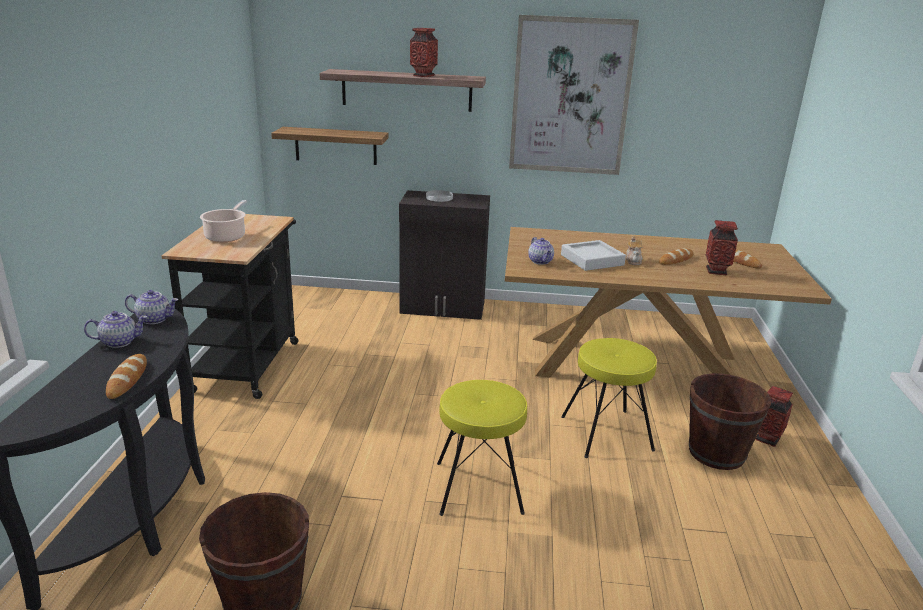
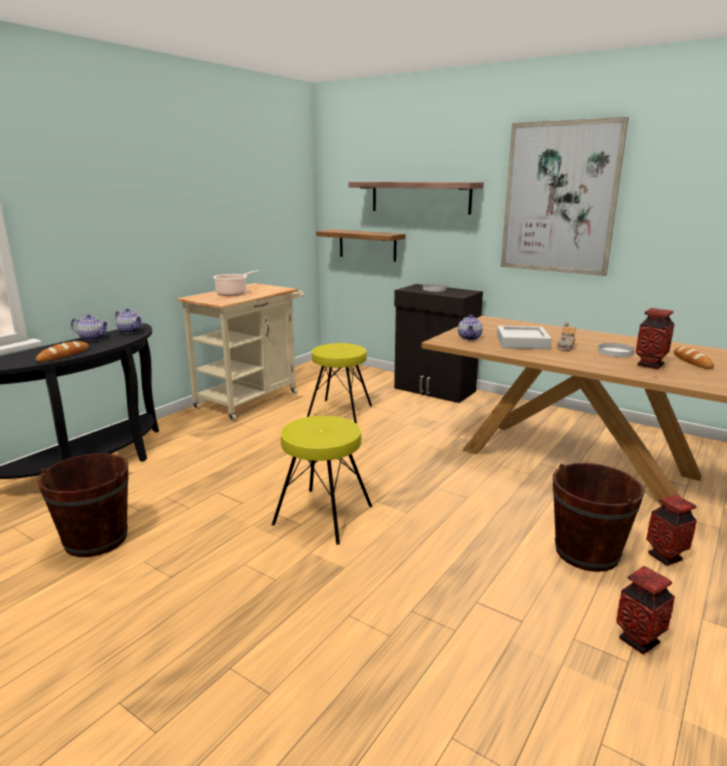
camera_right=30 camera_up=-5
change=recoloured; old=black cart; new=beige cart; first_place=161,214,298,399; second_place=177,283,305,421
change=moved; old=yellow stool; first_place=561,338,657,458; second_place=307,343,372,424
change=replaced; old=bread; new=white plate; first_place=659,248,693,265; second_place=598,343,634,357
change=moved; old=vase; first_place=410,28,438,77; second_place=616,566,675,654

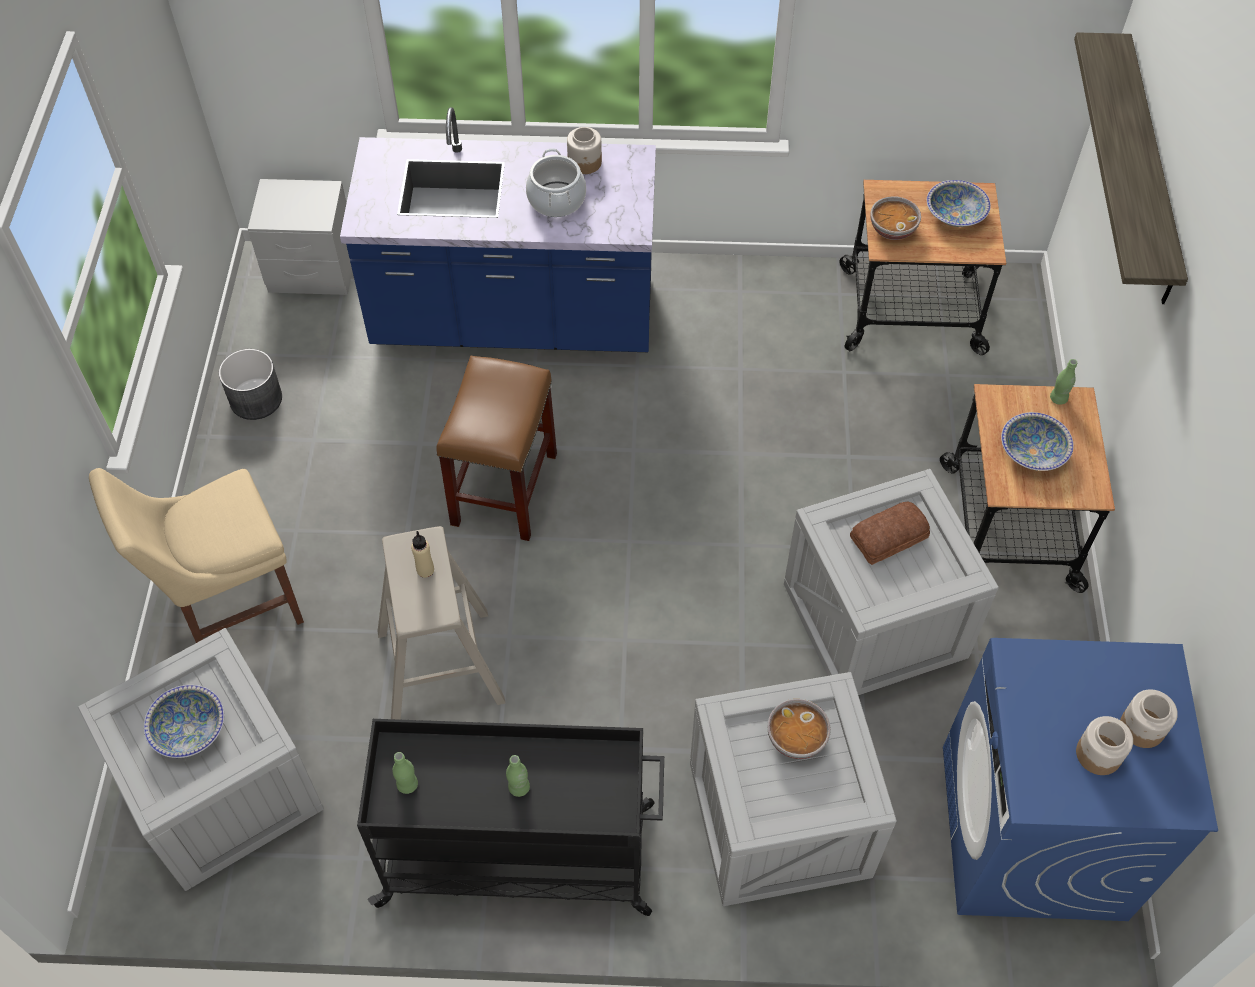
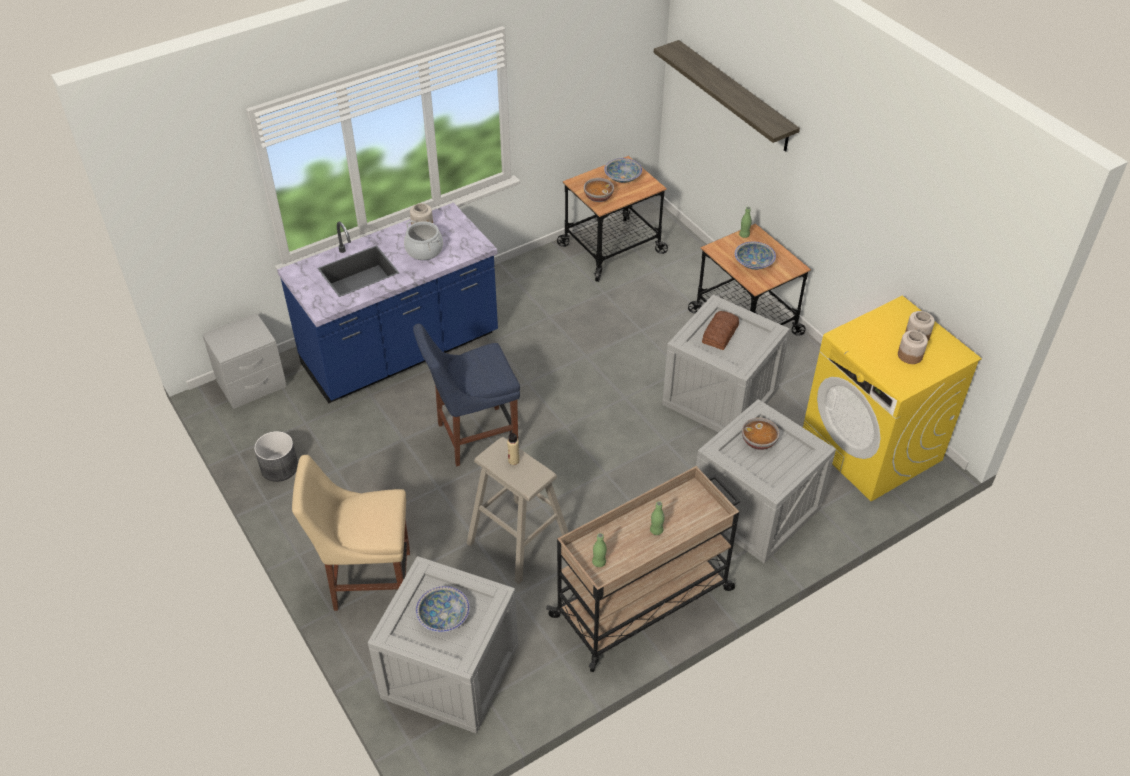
camera_right=-35 camera_up=-10
change=turned; old=beige chair; first_place=89,468,304,643; second_place=292,455,410,611; degrees=60
change=replaced; old=brown stool; new=blue chair; first_place=436,356,557,541; second_place=413,324,520,466
change=recoloured; old=black cart; new=beige cart; first_place=357,719,664,916; second_place=546,466,740,672
change=recoloured; old=blue washing machine; new=yellow washing machine; first_place=943,638,1218,921; second_place=803,295,982,501

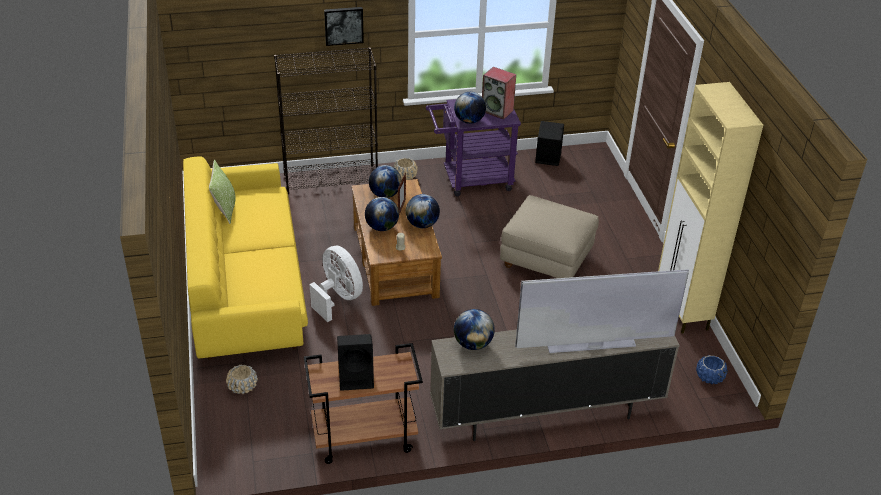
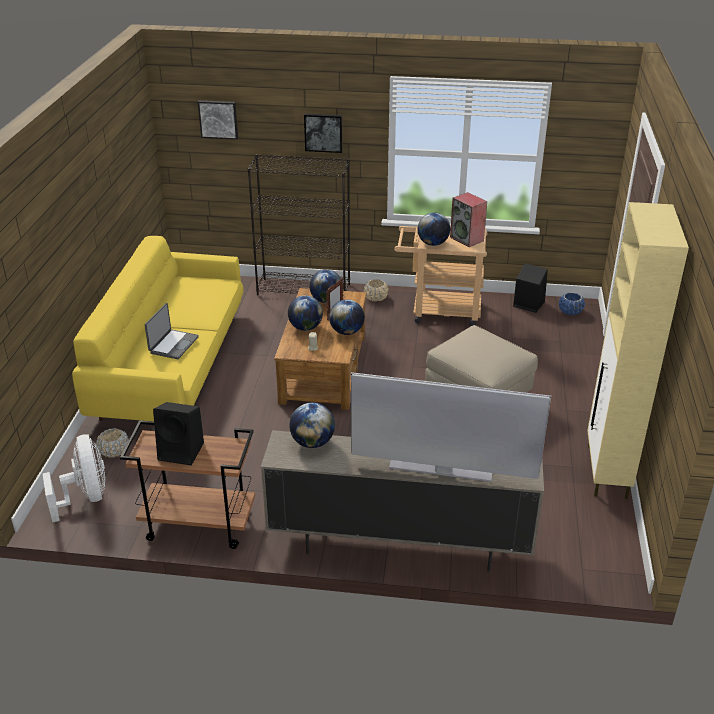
camera_right=20 camera_up=-5
change=moved; old=white fan; first_place=309,246,363,322; second_place=43,434,105,522
change=added; new=laptop; second_place=145,303,199,359
change=added; new=picture; second_place=198,100,238,140
change=recoloured; old=purple cart; new=beige cart; first_place=426,99,521,197; second_place=395,225,487,326
change=moved; old=blue planter; first_place=696,355,728,384; second_place=559,292,585,315
change=removed; old=pillow; first_place=209,160,235,224

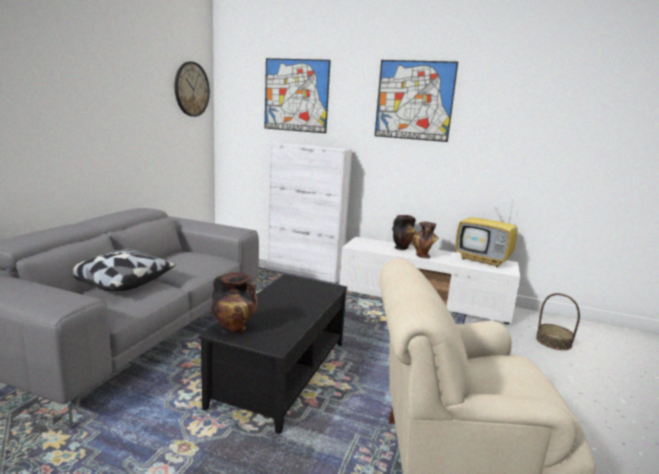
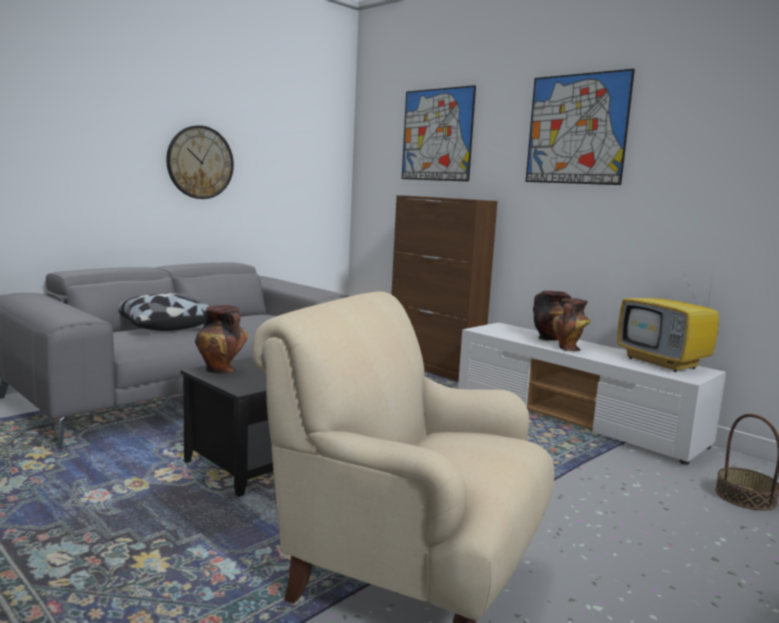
camera_right=25 camera_up=-5
change=moved; old=wall clock; first_place=175,62,210,117; second_place=166,125,234,199
change=recoloured; old=white cabinet; new=brown cabinet; first_place=267,143,352,283; second_place=391,195,498,382

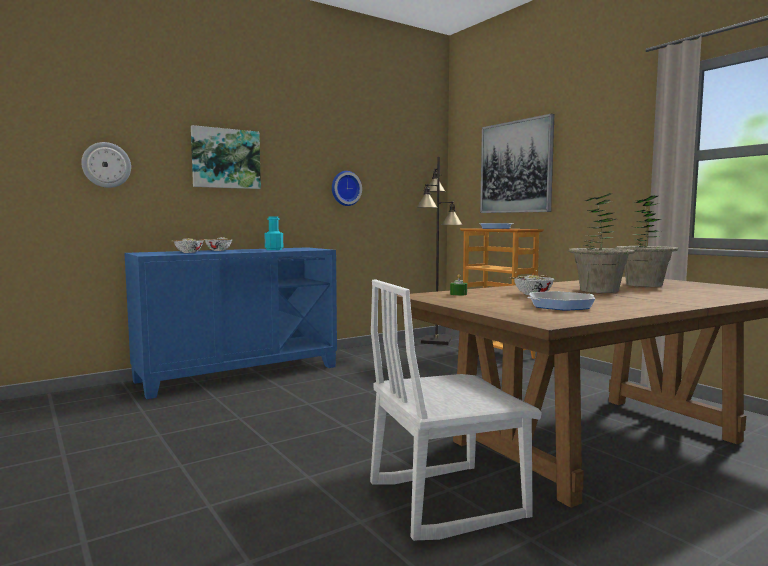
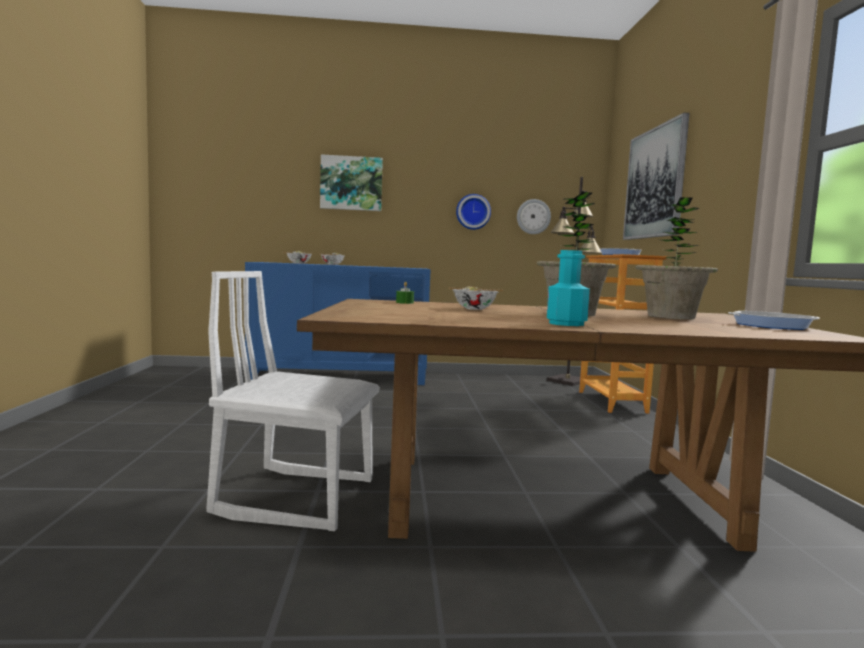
camera_right=30 camera_up=0
change=moved; old=wall clock; first_place=81,142,131,188; second_place=517,199,551,234
change=moved; old=turquoise bottle; first_place=264,216,283,250; second_place=547,250,590,326
change=moved; old=frying pan; first_place=527,291,595,311; second_place=728,311,820,330

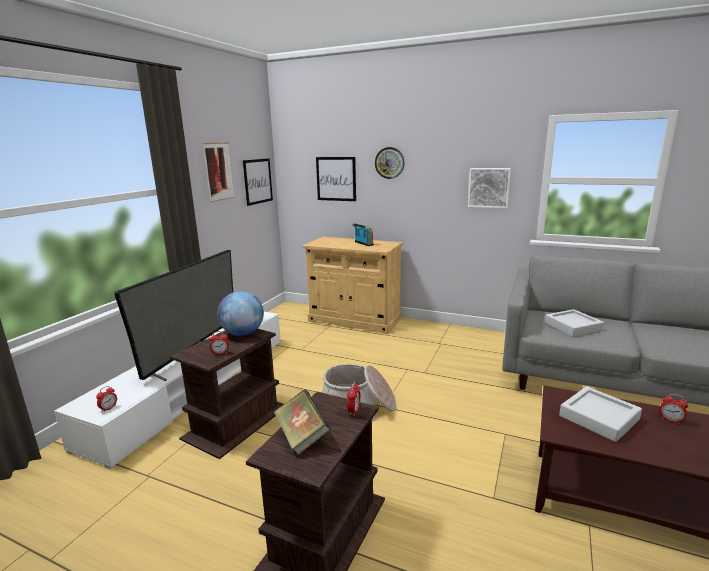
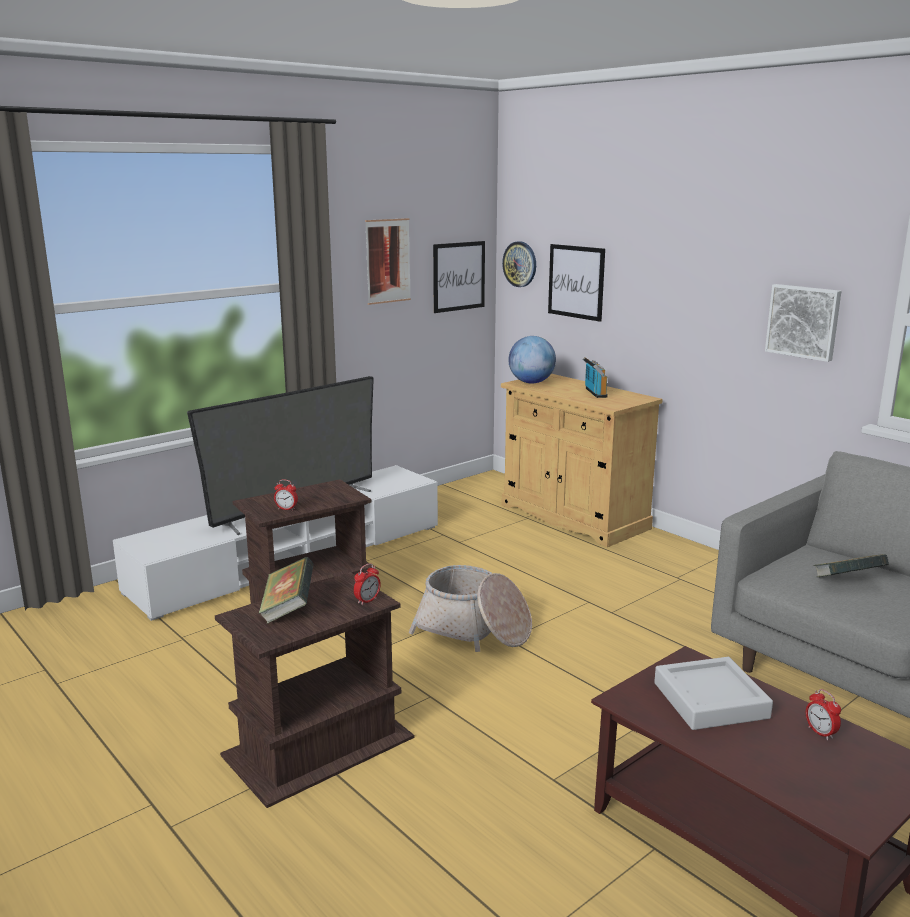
camera_right=25 camera_up=0
change=moved; old=wall clock; first_place=375,147,404,179; second_place=502,241,536,287
change=moved; old=globe; first_place=218,291,264,336; second_place=508,336,556,384
change=replaced; old=grey tray; new=book; first_place=545,309,604,337; second_place=813,554,889,577
change=removed; old=alarm clock; first_place=96,386,117,412

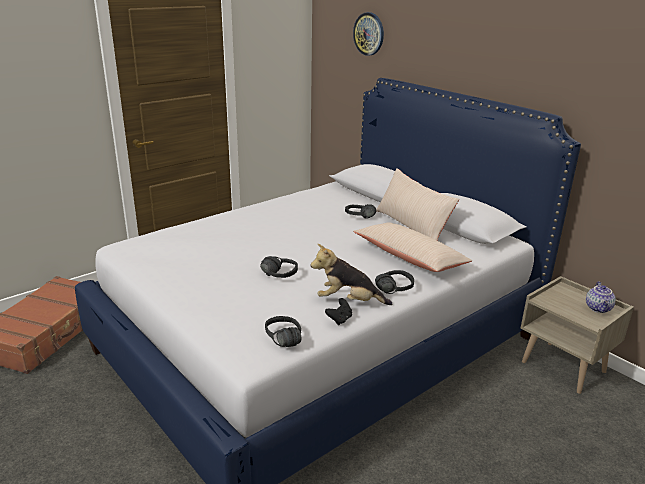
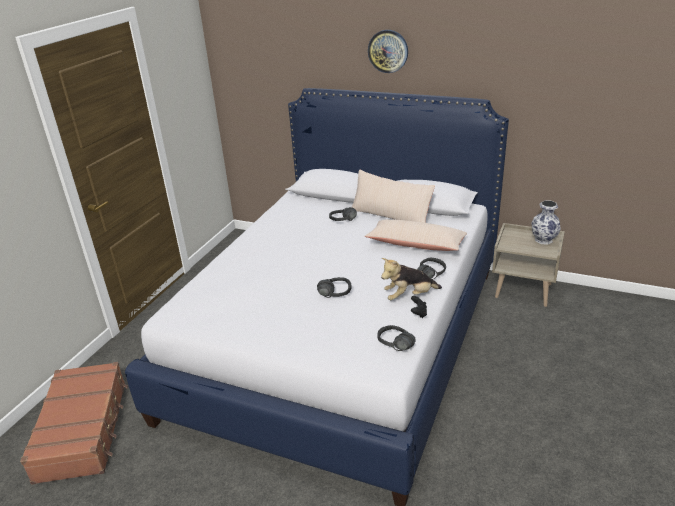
camera_right=-25 camera_up=5
change=moved; old=wall clock; first_place=353,12,384,56; second_place=368,30,408,73
change=replaced; old=teapot; new=vase; first_place=586,281,616,313; second_place=531,200,561,244

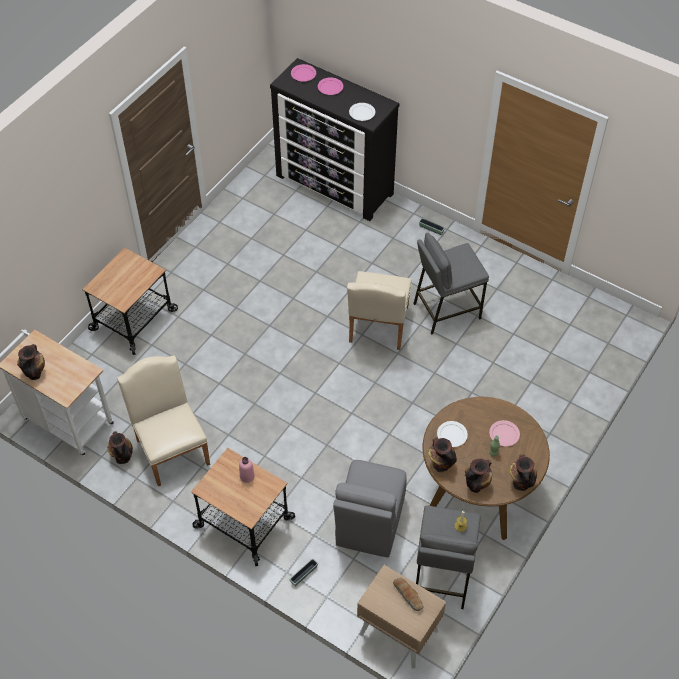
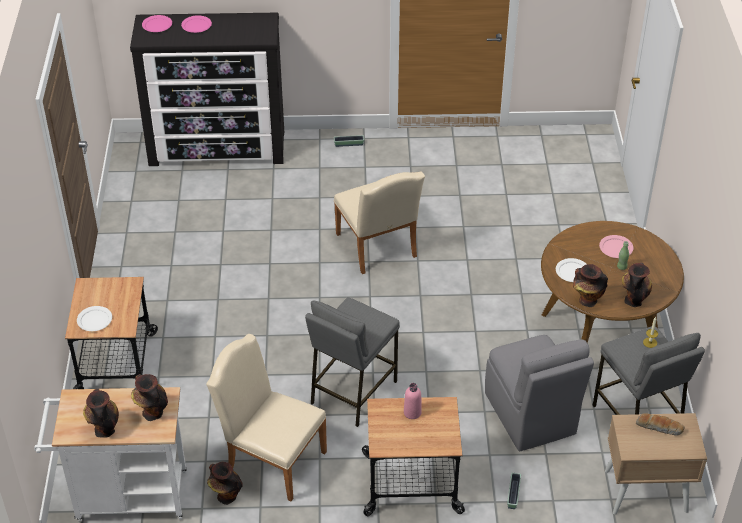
camera_right=-35 camera_up=-10
change=moved; old=white plate; first_place=349,103,375,121; second_place=77,306,112,331
change=moved; old=vase; first_place=510,454,537,491; second_place=131,374,168,421
change=moved; old=grey stool; first_place=413,232,489,335; second_place=305,297,400,427

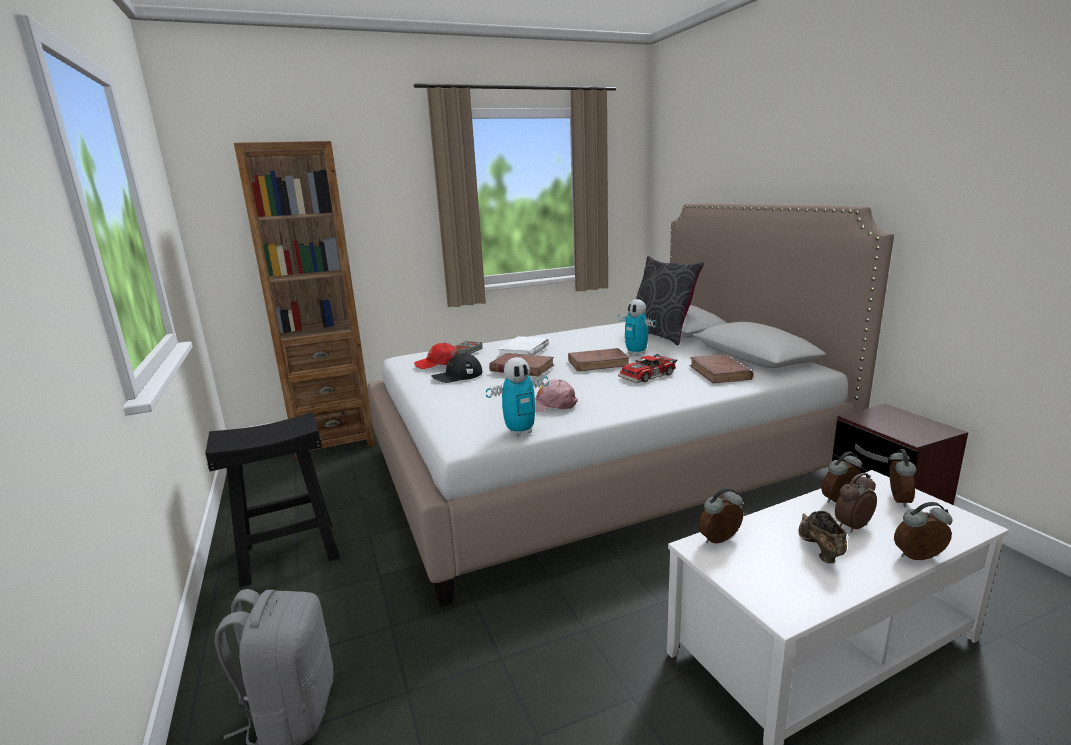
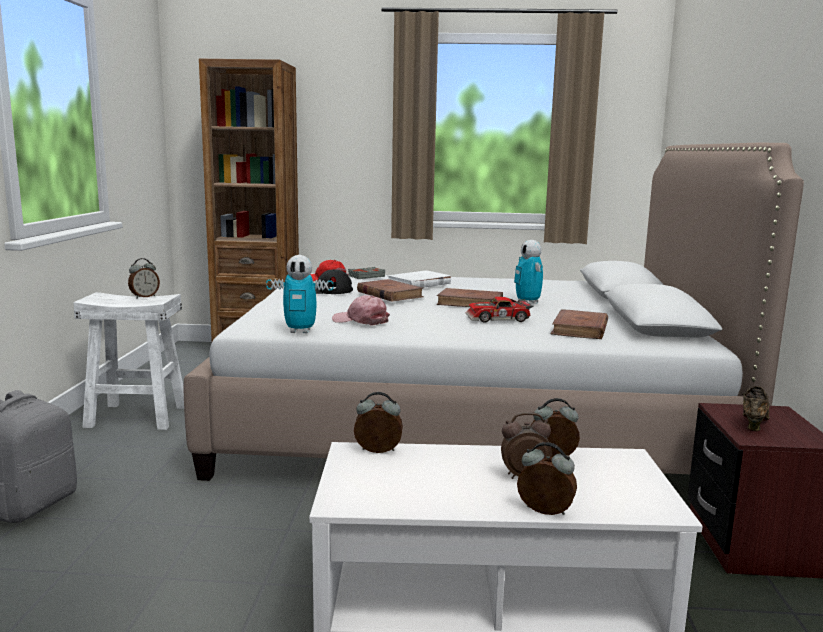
camera_right=25 camera_up=-5
change=recoloured; old=black stool; new=white stool; first_place=205,412,340,588; second_place=73,292,184,430
change=moved; old=alarm clock; first_place=889,449,916,507; second_place=128,258,160,298
change=moved; old=brown shoe; first_place=798,511,847,563; second_place=742,386,770,431
change=removed; old=grey pillow; first_place=636,256,704,345

